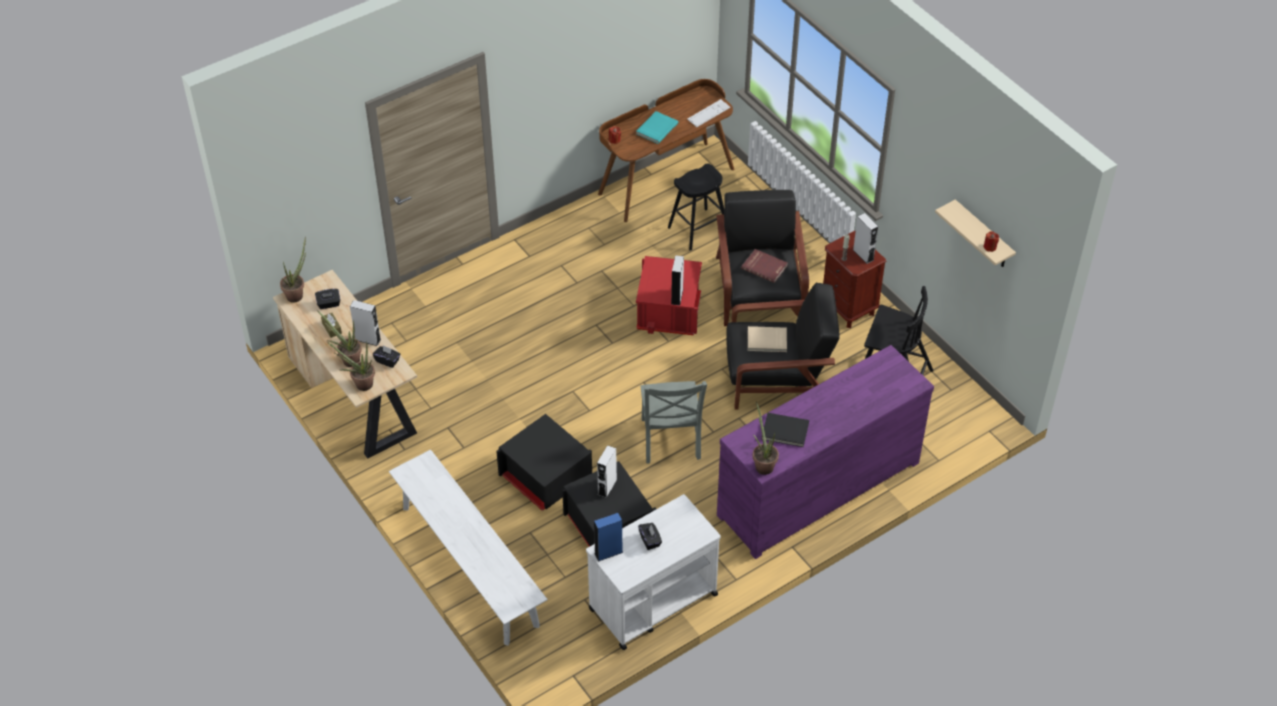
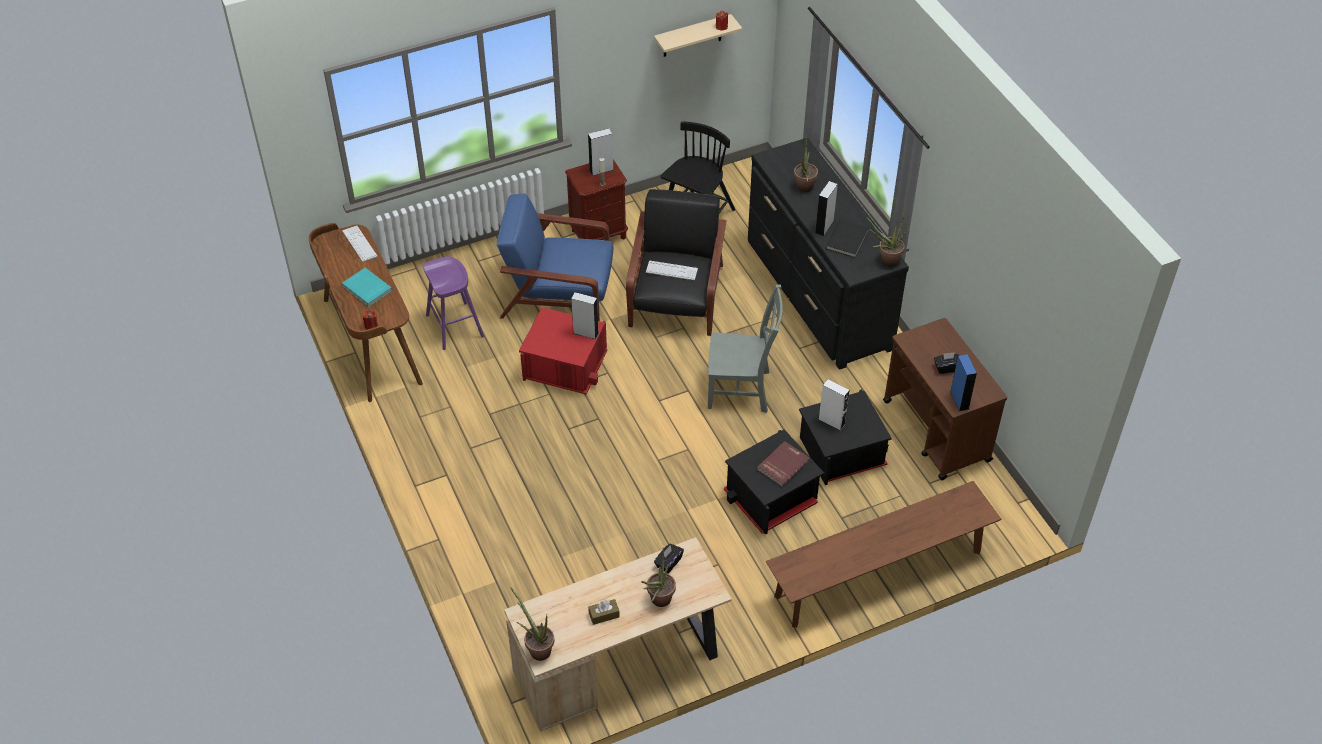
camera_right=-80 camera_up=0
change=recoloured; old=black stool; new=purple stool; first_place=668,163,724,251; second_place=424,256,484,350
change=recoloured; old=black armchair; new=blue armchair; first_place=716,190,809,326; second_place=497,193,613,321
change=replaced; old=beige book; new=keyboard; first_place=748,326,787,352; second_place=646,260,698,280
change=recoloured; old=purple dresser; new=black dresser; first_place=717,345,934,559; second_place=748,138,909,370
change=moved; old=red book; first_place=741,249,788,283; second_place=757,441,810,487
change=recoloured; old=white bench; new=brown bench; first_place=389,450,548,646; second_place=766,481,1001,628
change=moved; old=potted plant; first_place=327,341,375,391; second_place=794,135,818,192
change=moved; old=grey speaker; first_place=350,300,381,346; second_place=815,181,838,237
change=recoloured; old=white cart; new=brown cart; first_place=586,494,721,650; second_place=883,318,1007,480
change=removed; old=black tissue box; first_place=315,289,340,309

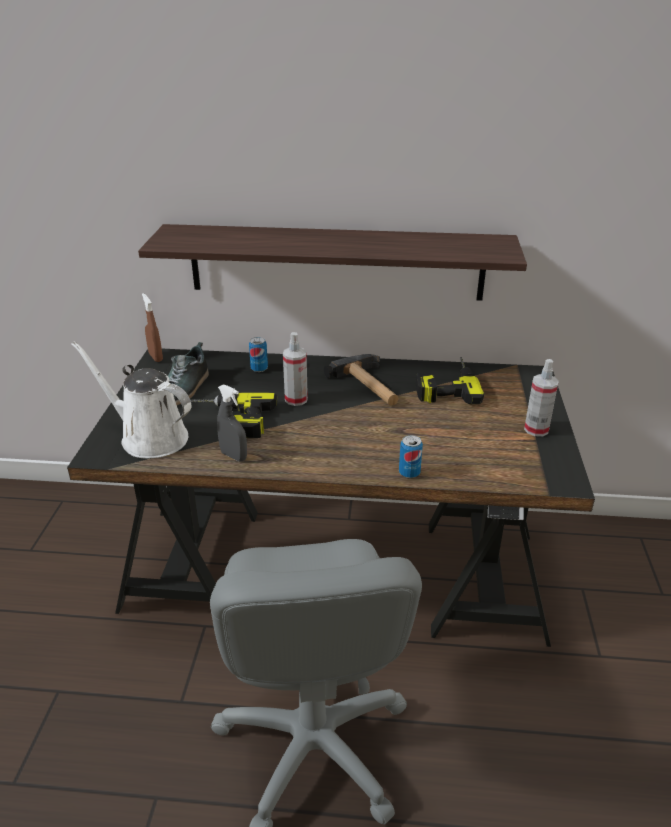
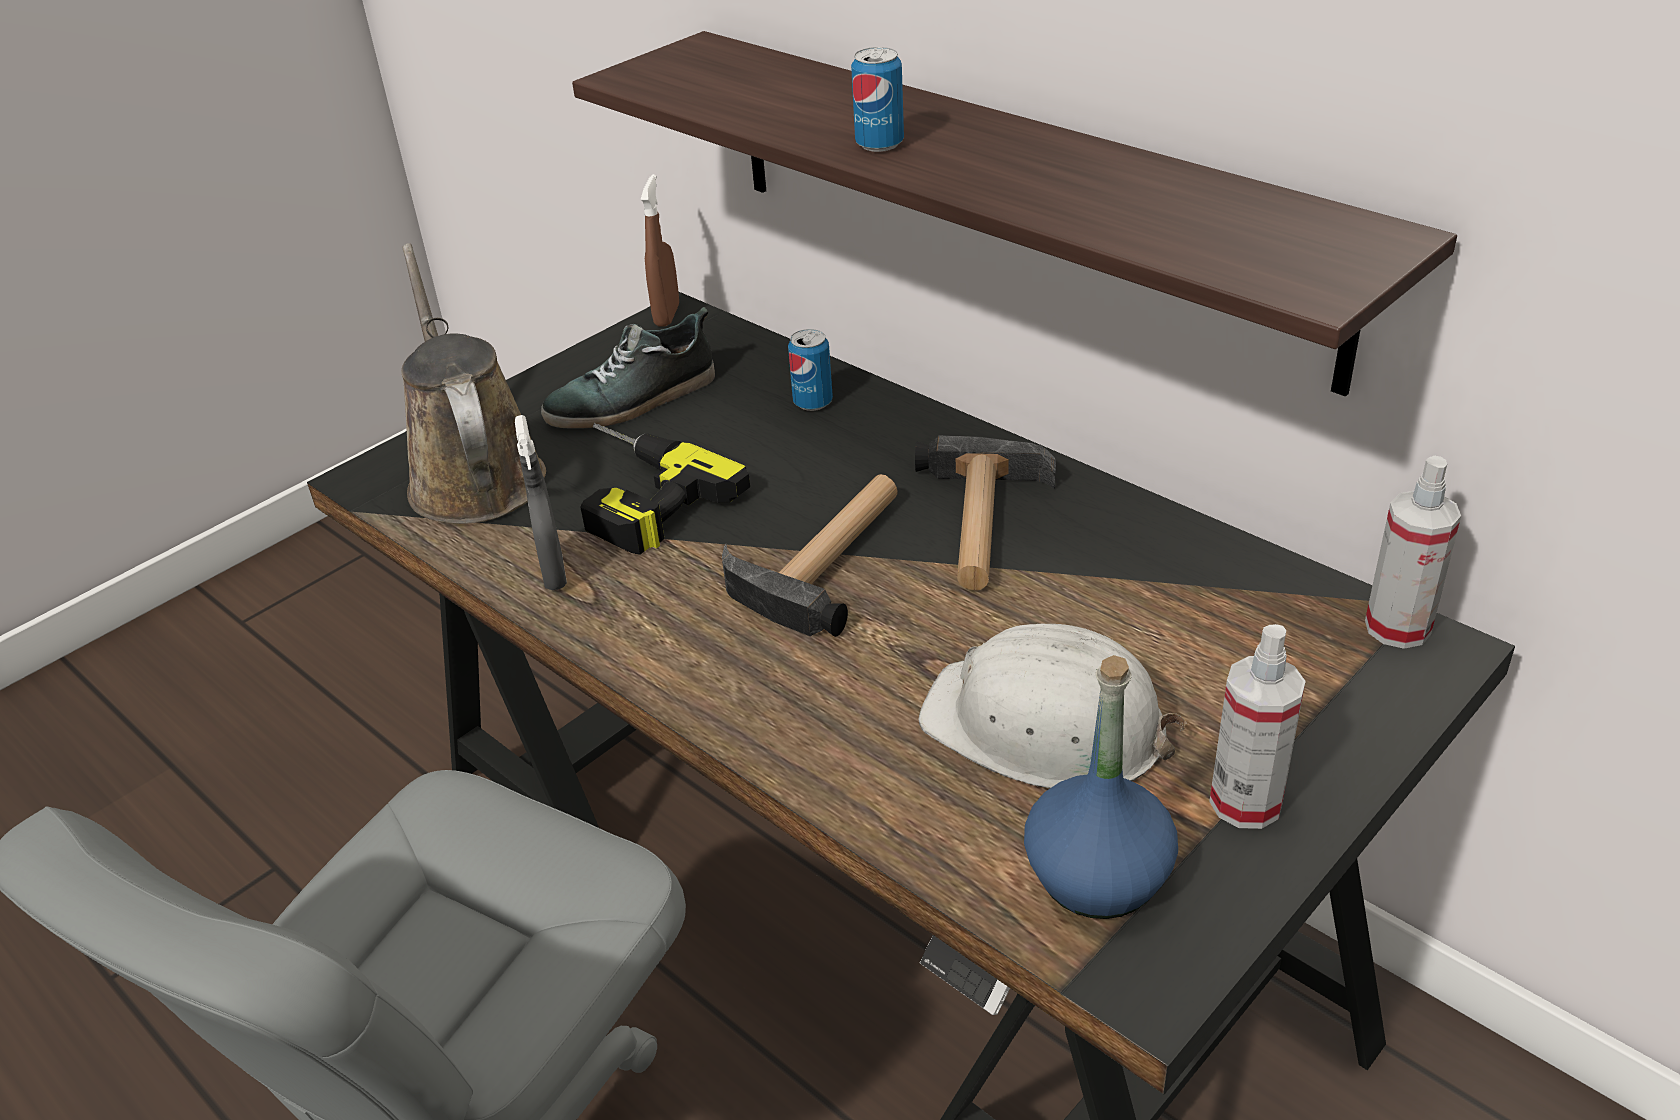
camera_right=40 camera_up=5
change=recoloured; old=white watering can; new=brown watering can; first_place=71,341,191,458; second_place=401,243,546,524
change=added; new=hammer; second_place=722,474,898,637
change=moved; old=can; first_place=399,435,423,478; second_place=851,47,904,152
change=added; new=white hard hat; second_place=919,624,1186,788
change=added; new=blue bottle; second_place=1024,655,1178,919
change=moved; old=spray bottle; first_place=283,332,308,406; second_place=1365,456,1461,649
change=removed; old=power drill; first_place=416,357,484,404

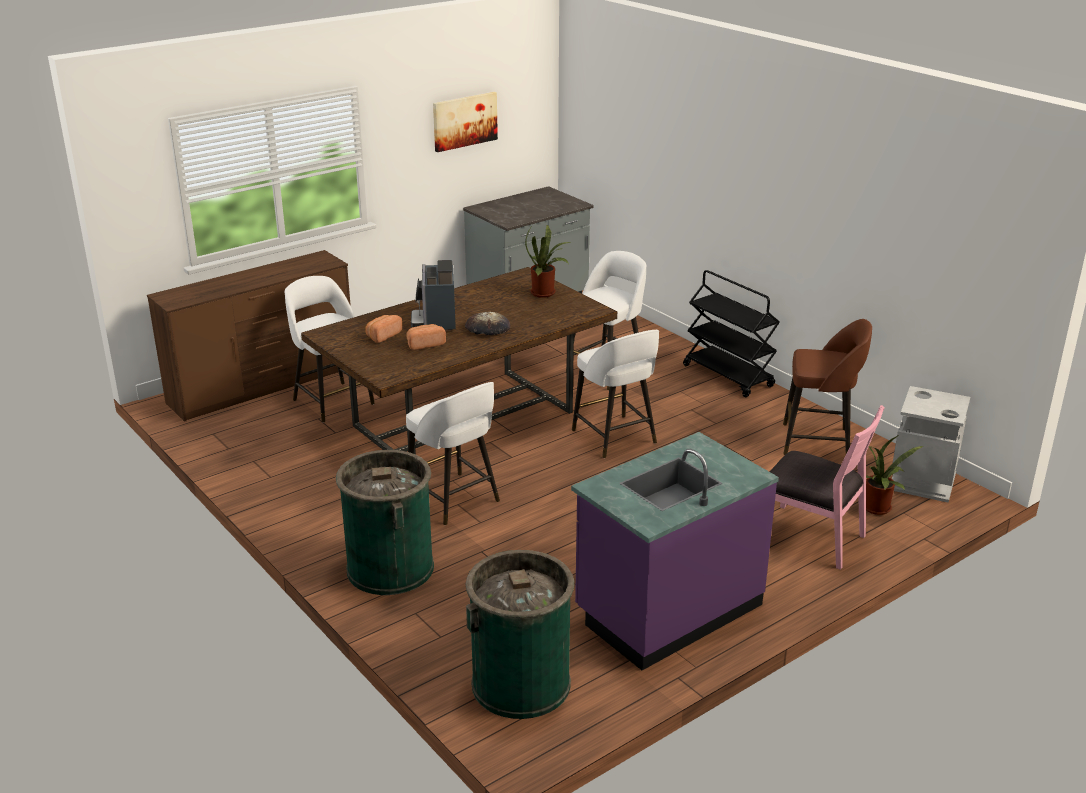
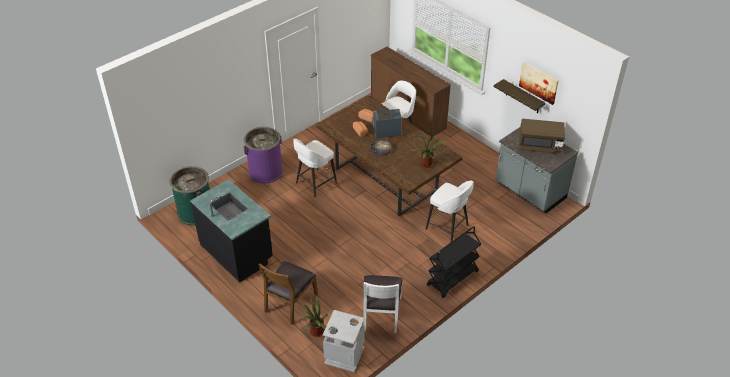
camera_right=85 camera_up=15
change=recoloured; old=purple counter; new=black counter; first_place=571,432,779,670; second_place=190,179,273,283
change=recoloured; old=green trash can; new=purple trash can; first_place=336,450,434,595; second_place=243,127,283,183
change=recoloured; old=pink chair; new=brown chair; first_place=769,405,885,570; second_place=259,261,318,324
change=replaced; old=brown stool; new=white chair; first_place=783,319,872,455; second_place=363,275,403,333
change=added; new=shelf; second_place=494,79,545,113
change=added; new=brown microwave; second_place=519,119,565,154
change=removed; old=white stool; first_place=572,330,659,458

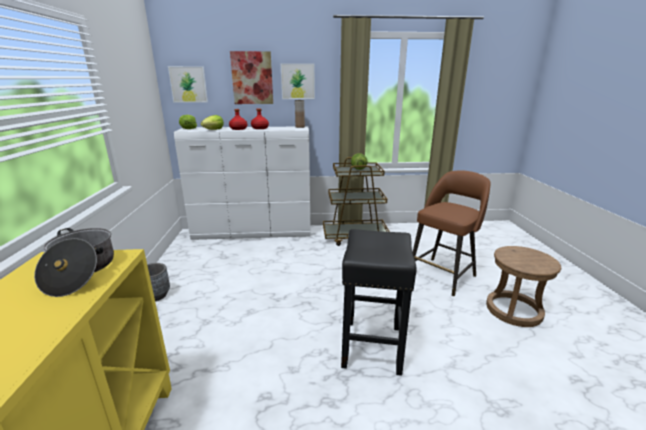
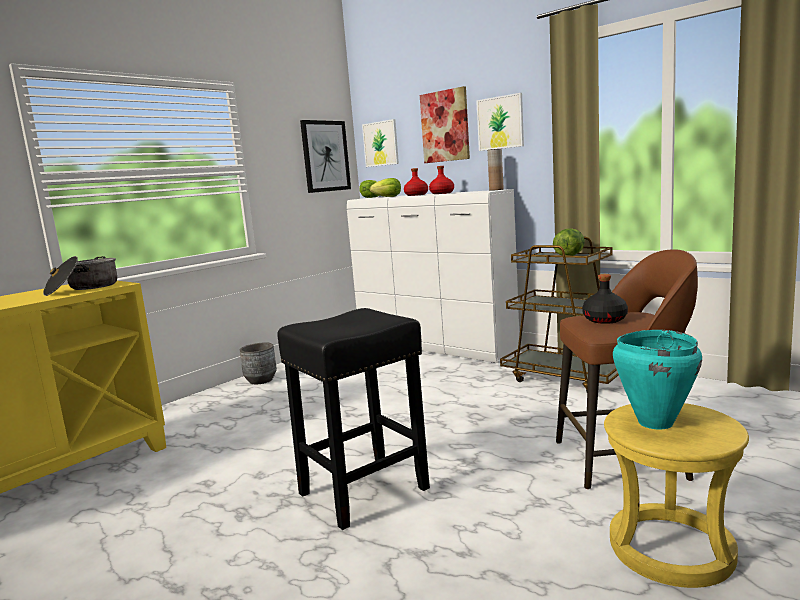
camera_right=45 camera_up=-10
change=added; new=picture; second_place=300,120,351,193
change=added; new=black bottle; second_place=582,274,628,324
change=recoloured; old=brown stool; new=yellow stool; first_place=486,246,561,327; second_place=604,403,749,588
change=added; new=turquoise cooking pot; second_place=613,330,702,430

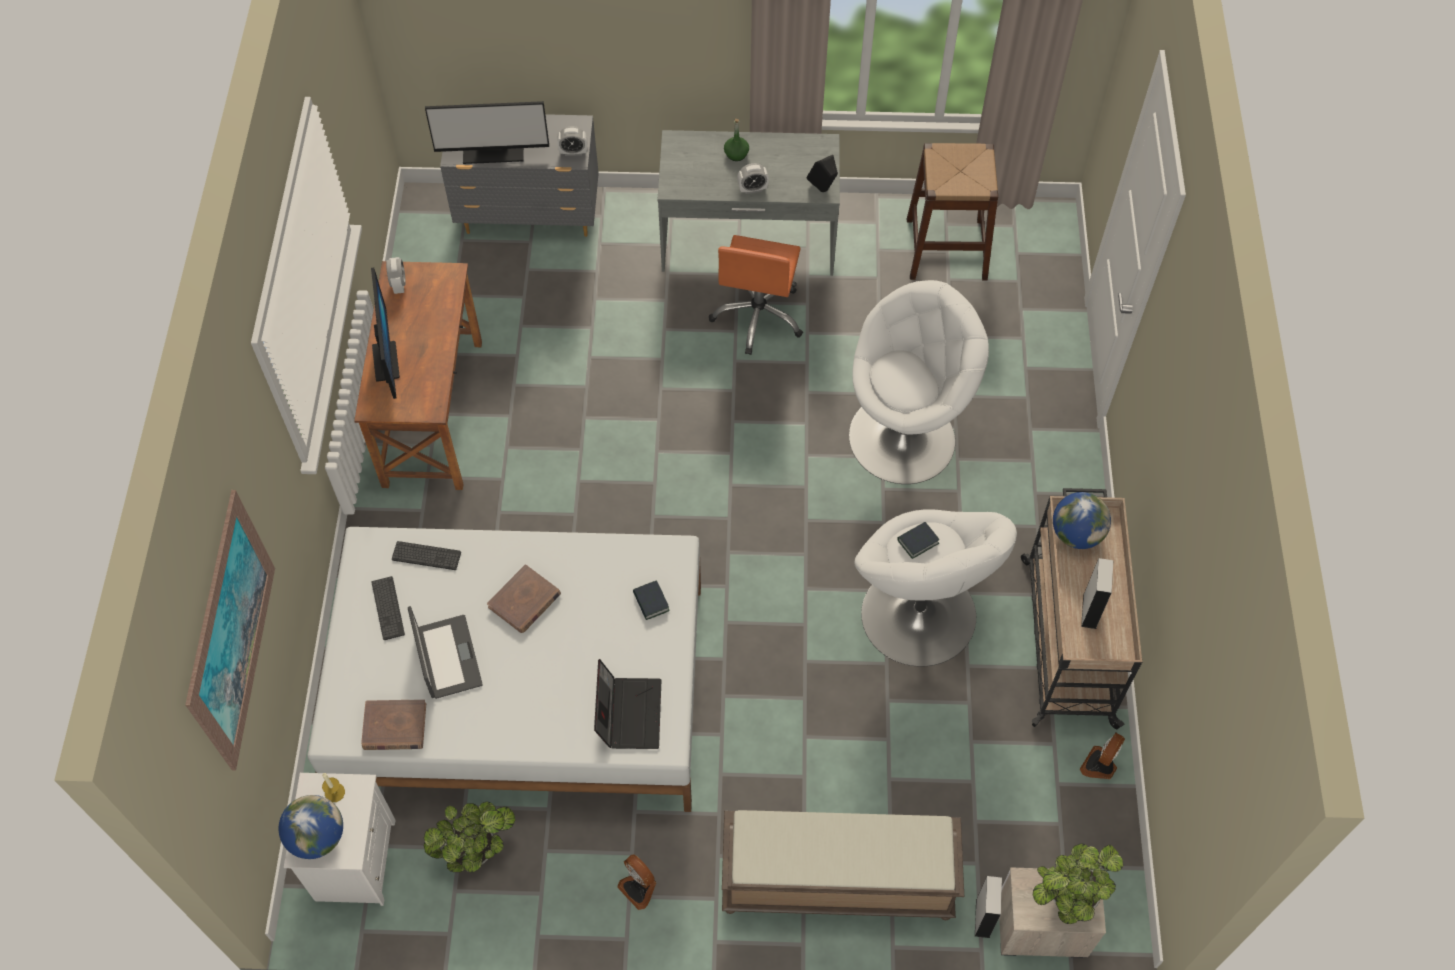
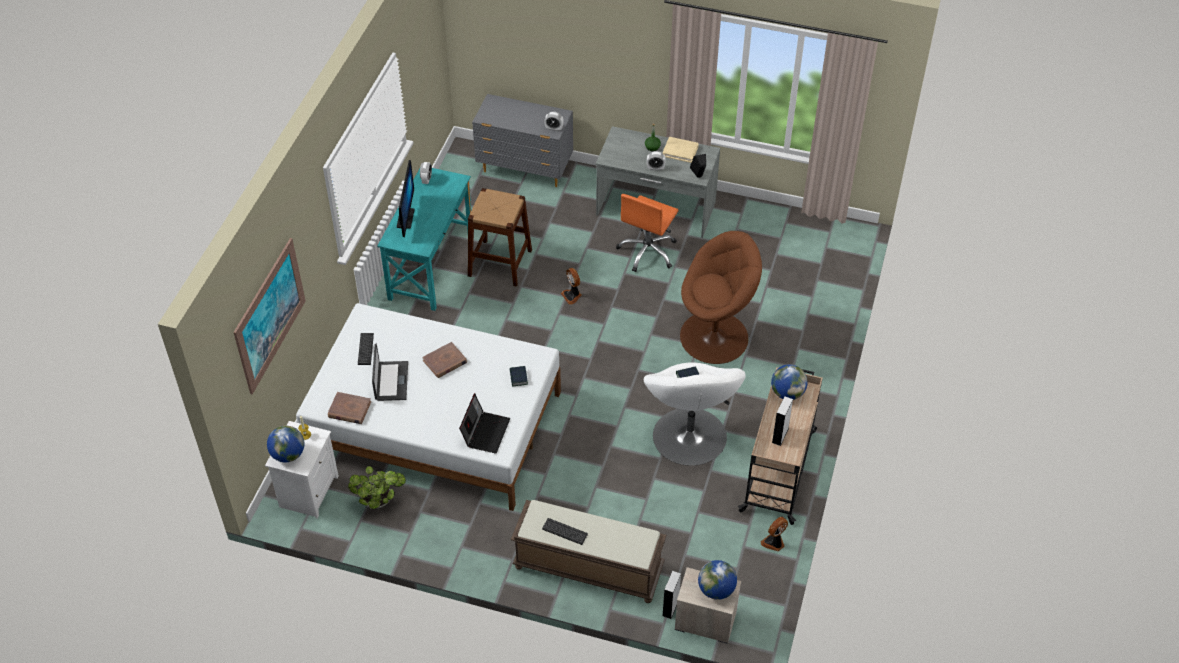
camera_right=15 camera_up=-10
change=recoloured; old=brown desk; new=turquoise desk; first_place=354,261,482,490; second_place=377,168,471,311
change=moved; old=brown stool; first_place=907,143,998,280; second_place=468,188,532,287
change=moved; old=keyboard; first_place=392,541,461,570; second_place=542,518,588,545
change=moved; old=fan; first_place=617,855,656,910; second_place=561,268,582,305
change=added; new=beige book; second_place=662,137,699,163
change=recoloured; old=white armchair; new=brown armchair; first_place=849,280,989,484; second_place=680,231,762,364
change=replaced; old=potted plant; new=globe; first_place=1033,843,1124,924; second_place=698,560,737,600
change=removed; old=monitor; first_place=425,101,549,164

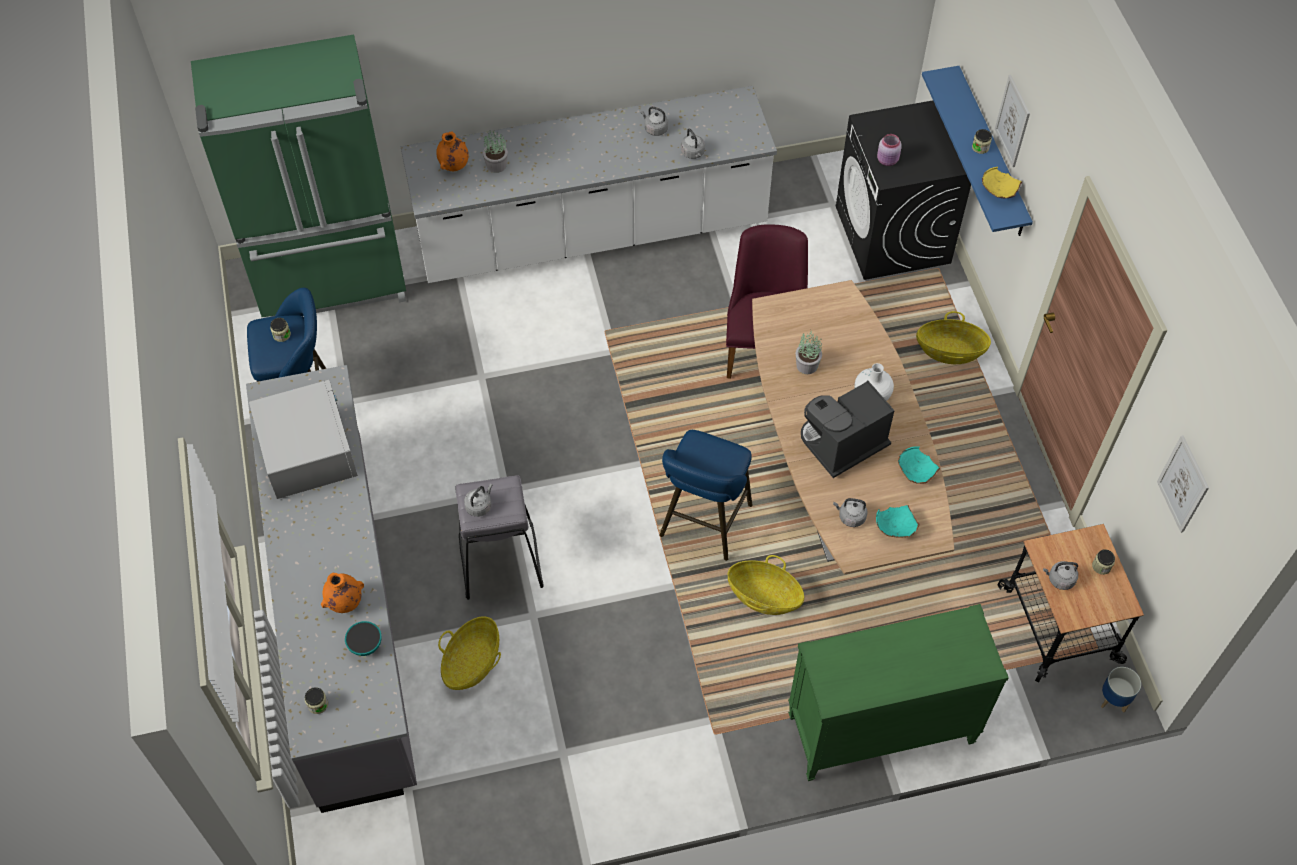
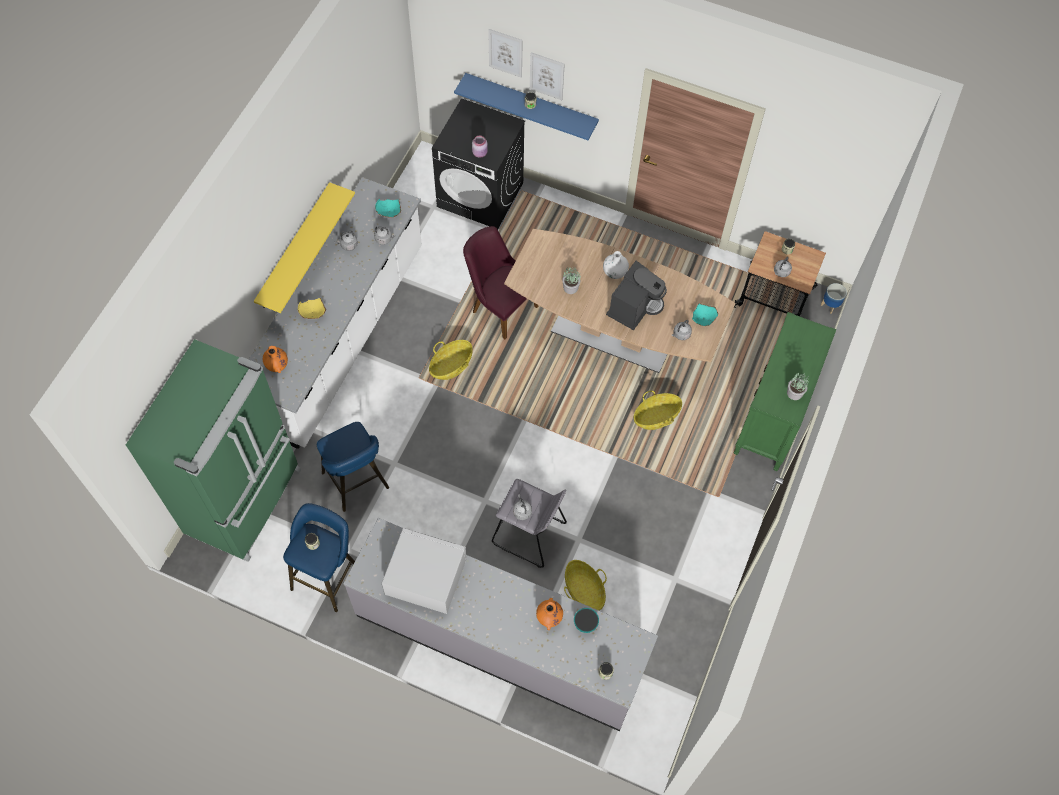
camera_right=-55 camera_up=5
change=added; new=yellow shelf; second_place=254,182,355,313
change=moved; old=yellow bowl; first_place=982,167,1022,199; second_place=298,298,326,319
change=moved; old=blue stool; first_place=659,430,752,561; second_place=317,422,389,512
change=moved; old=turquoise bowl; first_place=898,446,940,484; second_place=375,199,401,218
change=moved; old=basket; first_place=916,311,991,364; second_place=429,340,473,380
change=moved; old=picture; first_place=1157,435,1209,533; second_place=488,29,523,78
change=turned; old=coffee machine; first_place=801,381,895,478; second_place=606,261,667,330; degrees=-150
change=moved; old=potted plant; first_place=483,130,508,173; second_place=787,372,809,400

